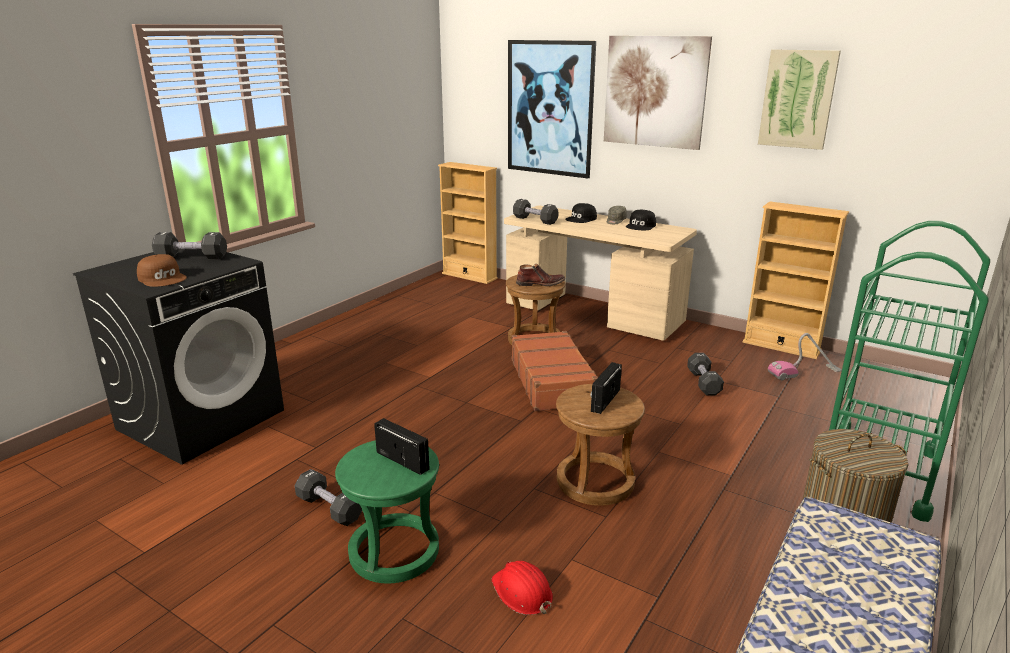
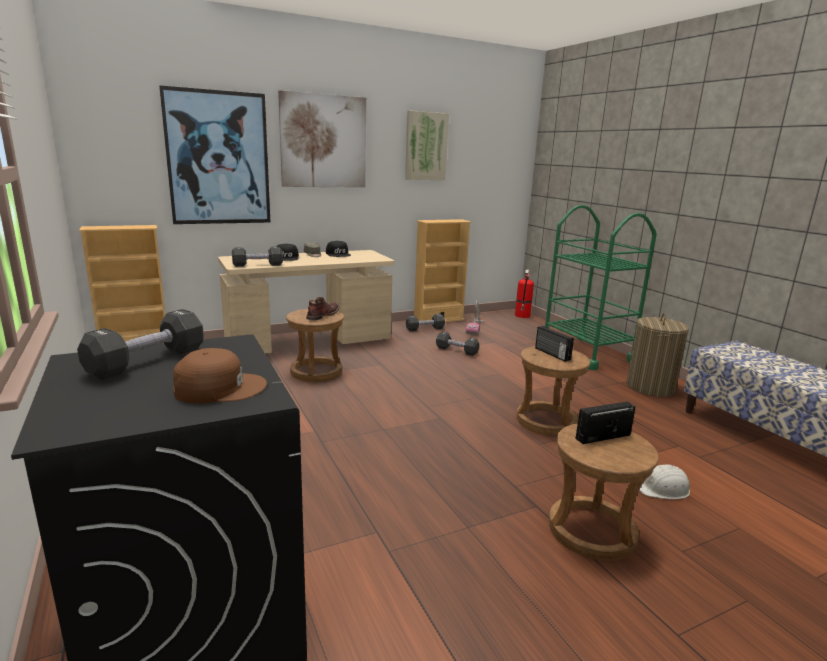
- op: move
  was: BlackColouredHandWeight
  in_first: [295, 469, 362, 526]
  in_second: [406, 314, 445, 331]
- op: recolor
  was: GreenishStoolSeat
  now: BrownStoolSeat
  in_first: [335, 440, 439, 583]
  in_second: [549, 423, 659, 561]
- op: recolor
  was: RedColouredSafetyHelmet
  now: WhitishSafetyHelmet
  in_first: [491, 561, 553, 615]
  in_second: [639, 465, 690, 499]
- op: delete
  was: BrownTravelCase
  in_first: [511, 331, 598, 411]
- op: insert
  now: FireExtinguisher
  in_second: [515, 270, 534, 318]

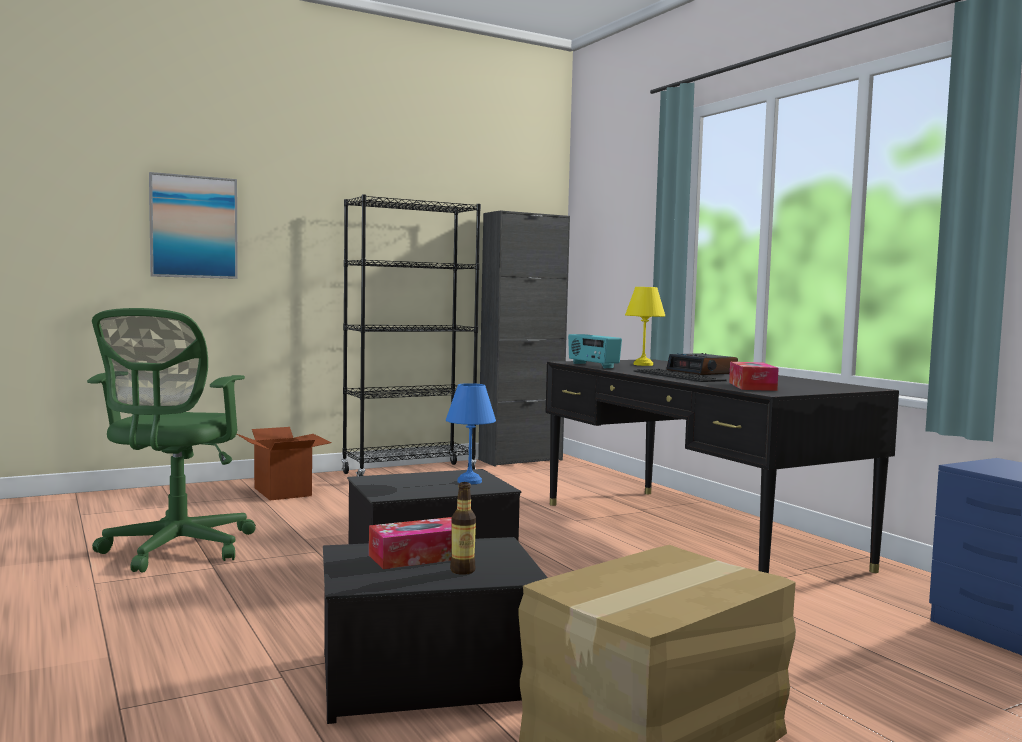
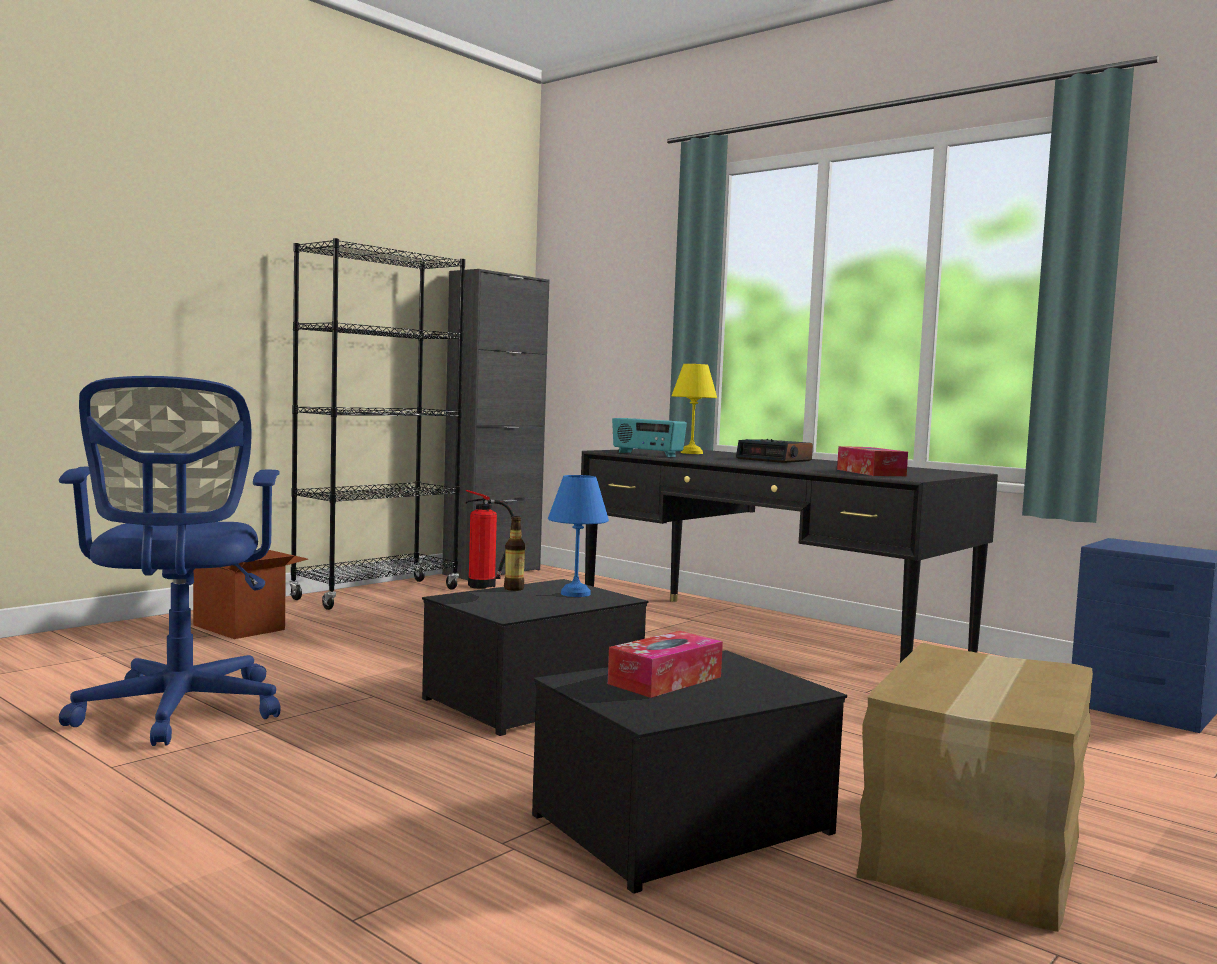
- op: recolor
  was: GreenishDeskChair
  now: BlueDeskChair
  in_first: [87, 308, 256, 573]
  in_second: [59, 376, 281, 746]
- op: delete
  was: WallPicture
  in_first: [149, 172, 238, 279]
- op: move
  was: BeverageBottle
  in_first: [450, 482, 476, 575]
  in_second: [504, 516, 525, 591]
- op: delete
  was: PcKeyboard
  in_first: [634, 369, 726, 382]
- op: insert
  now: FireExtinguisher
  in_second: [465, 490, 514, 589]

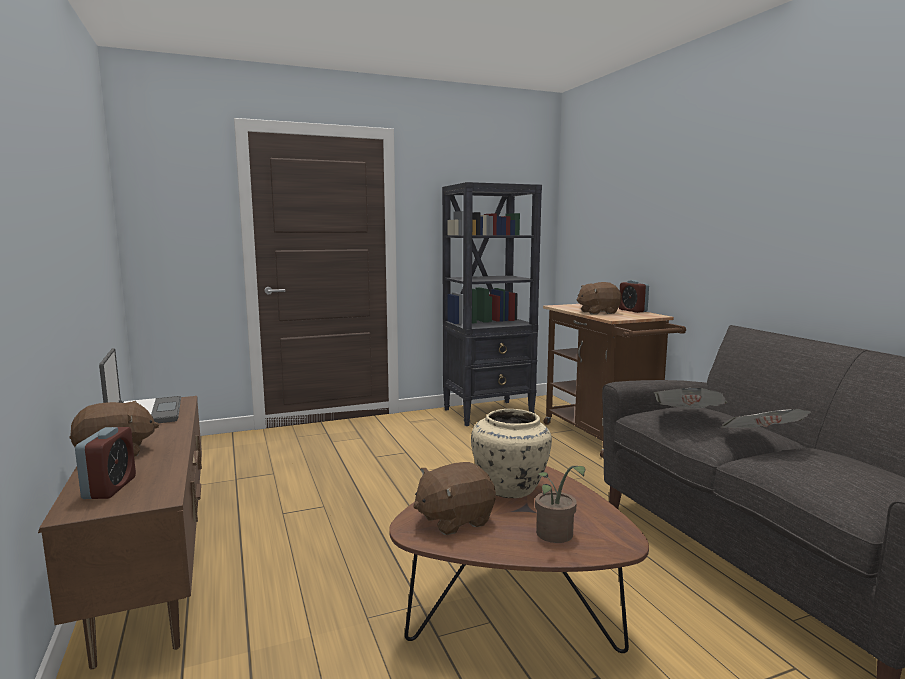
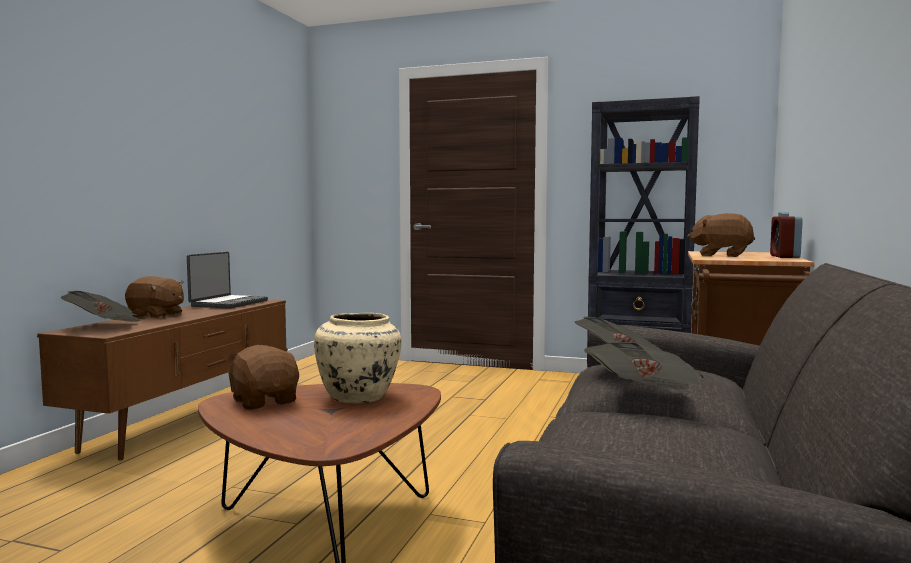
- op: replace
  was: TableClock
  now: DailyPaper
  in_first: [75, 427, 136, 499]
  in_second: [61, 291, 142, 322]
- op: rotate
  was: BrownSoftToy
  in_first: [413, 462, 496, 535]
  in_second: [224, 345, 299, 410]
  clockwise: 45
- op: delete
  was: PottedPlant
  in_first: [535, 466, 585, 543]

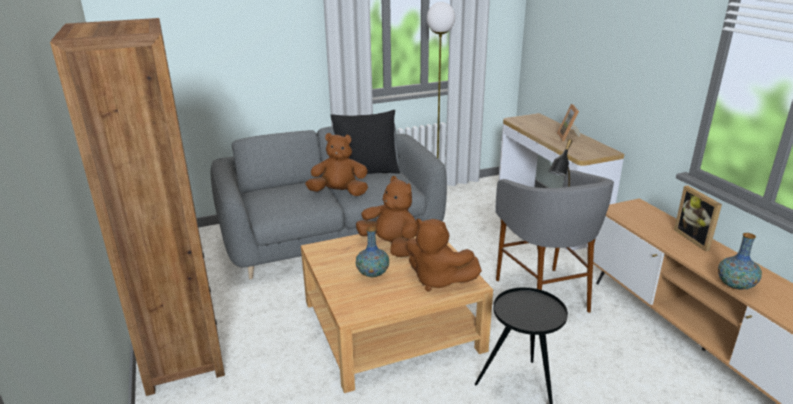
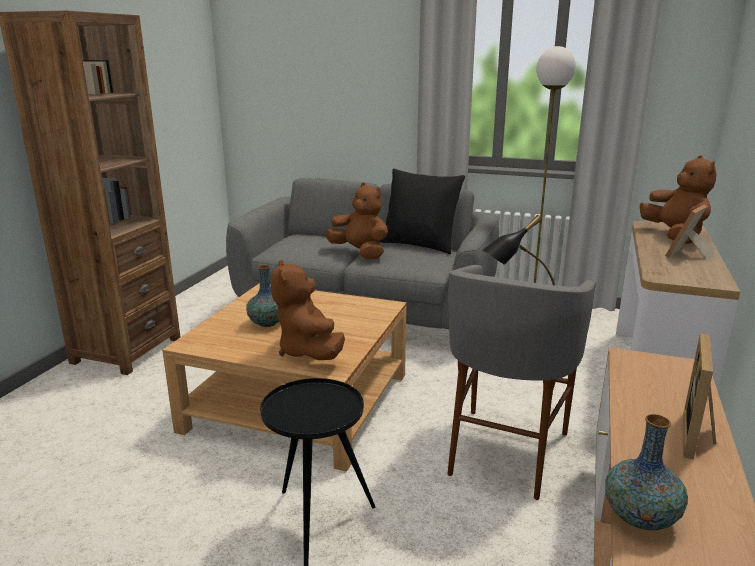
- op: move
  was: BrownSoftToy
  in_first: [356, 176, 418, 257]
  in_second: [640, 156, 716, 244]

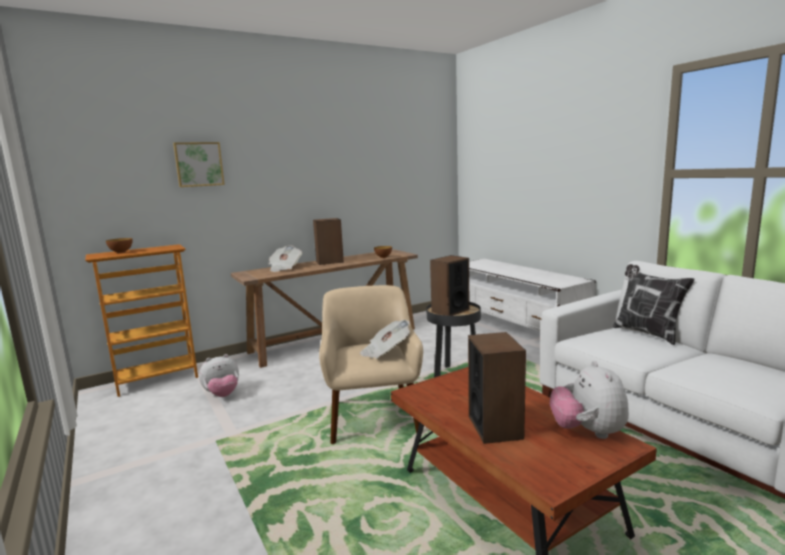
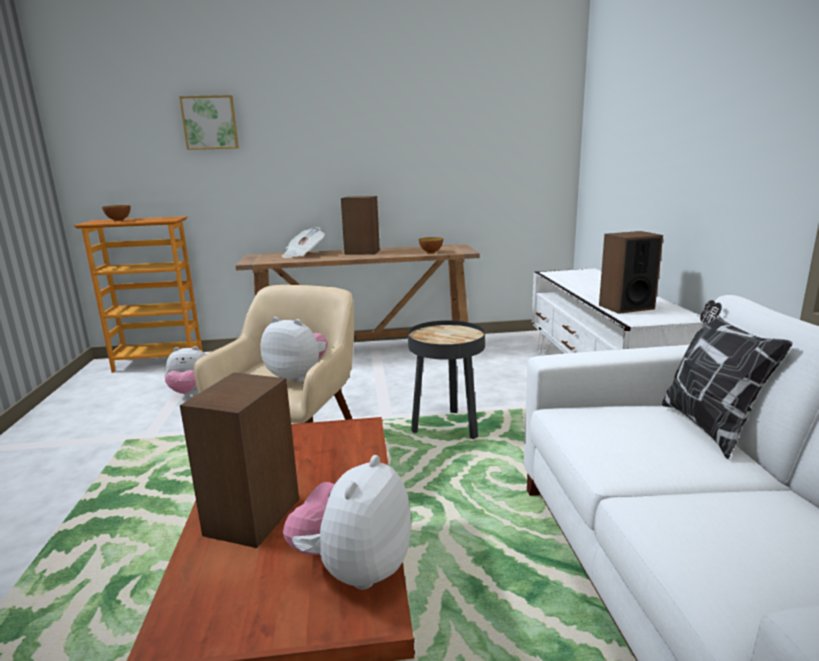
- op: replace
  was: DailyPaper
  now: SoftToy
  in_first: [360, 320, 410, 359]
  in_second: [260, 317, 328, 383]
- op: move
  was: Speaker
  in_first: [430, 255, 470, 316]
  in_second: [599, 231, 663, 314]

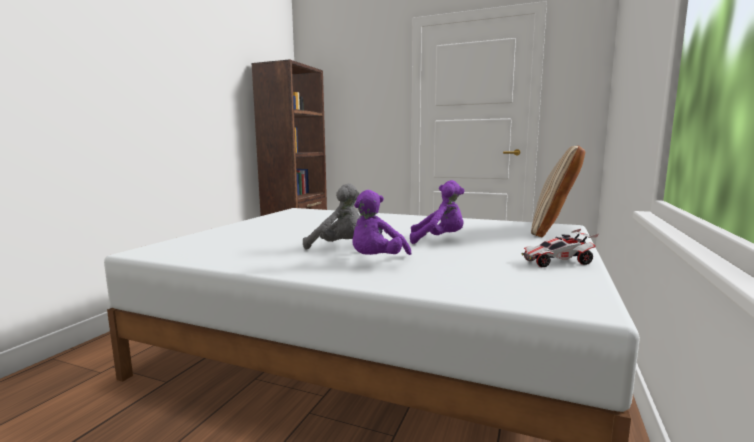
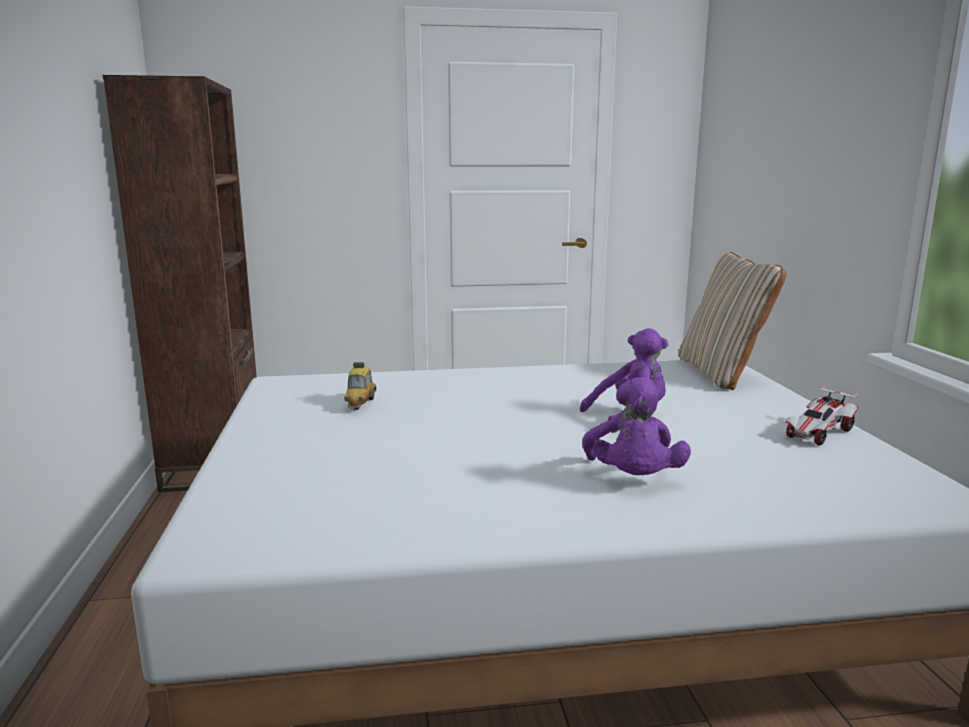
- op: delete
  was: GraySoftToy
  in_first: [303, 183, 360, 250]
- op: insert
  now: MiniatureCar
  in_second: [344, 362, 376, 410]

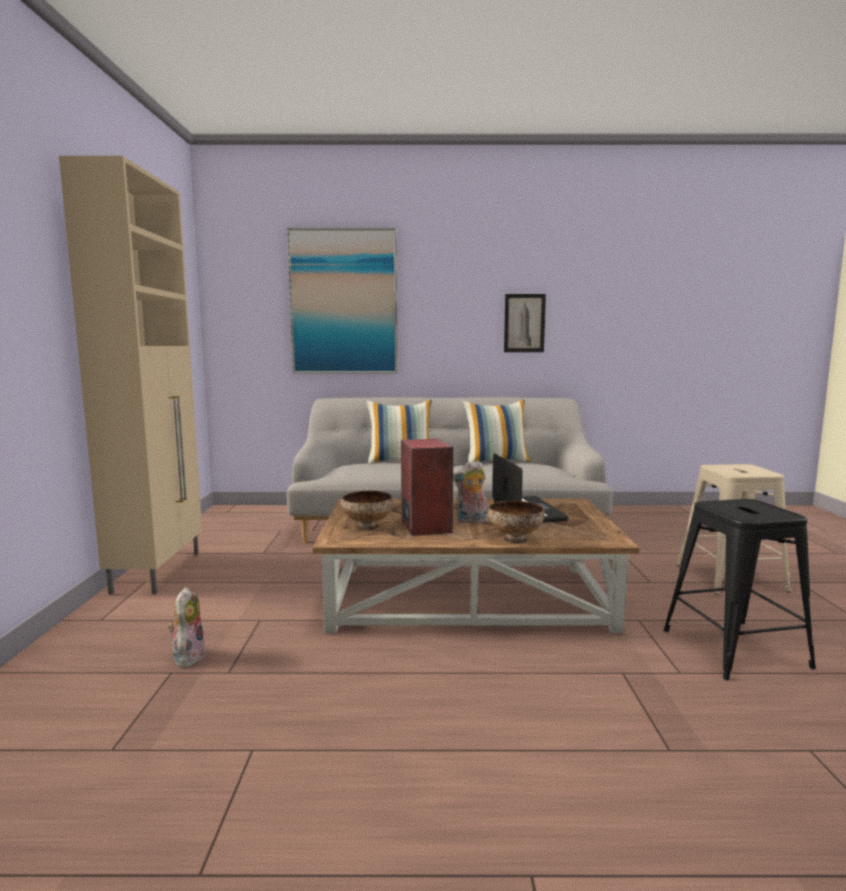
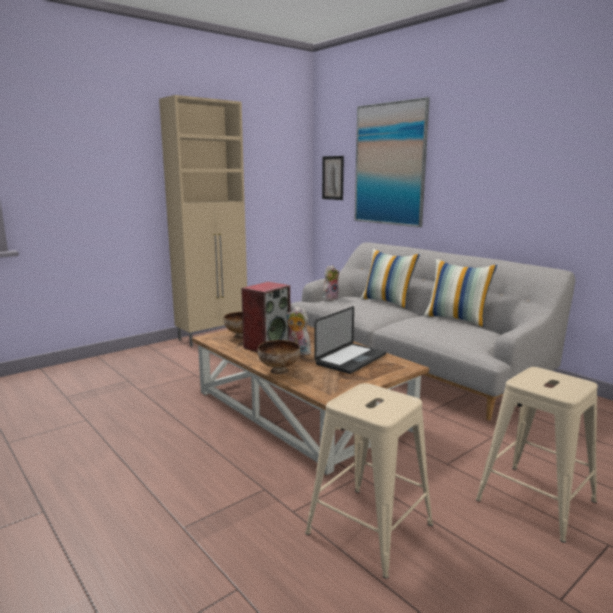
- op: move
  was: SoftToy
  in_first: [168, 587, 206, 668]
  in_second: [323, 265, 339, 301]
- op: move
  was: WallPicture
  in_first: [504, 294, 546, 352]
  in_second: [322, 156, 344, 200]
- op: recolor
  was: BlackColouredStoolSeat
  now: SandColouredStoolSeat
  in_first: [664, 499, 816, 680]
  in_second: [305, 383, 433, 578]

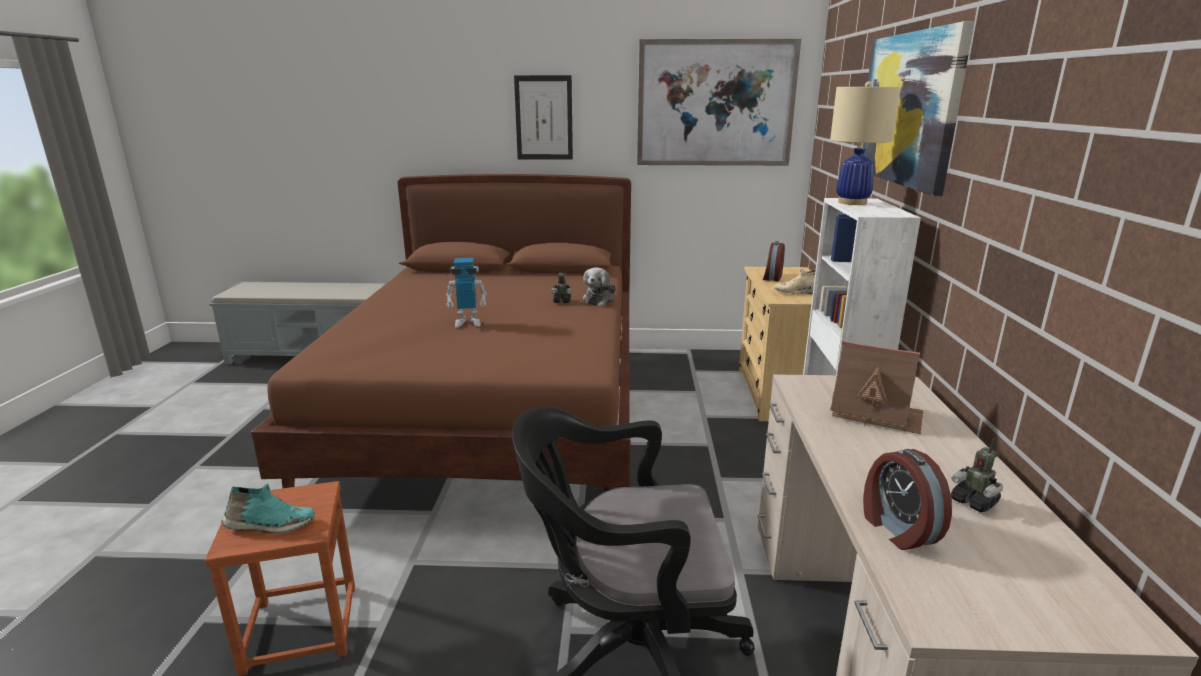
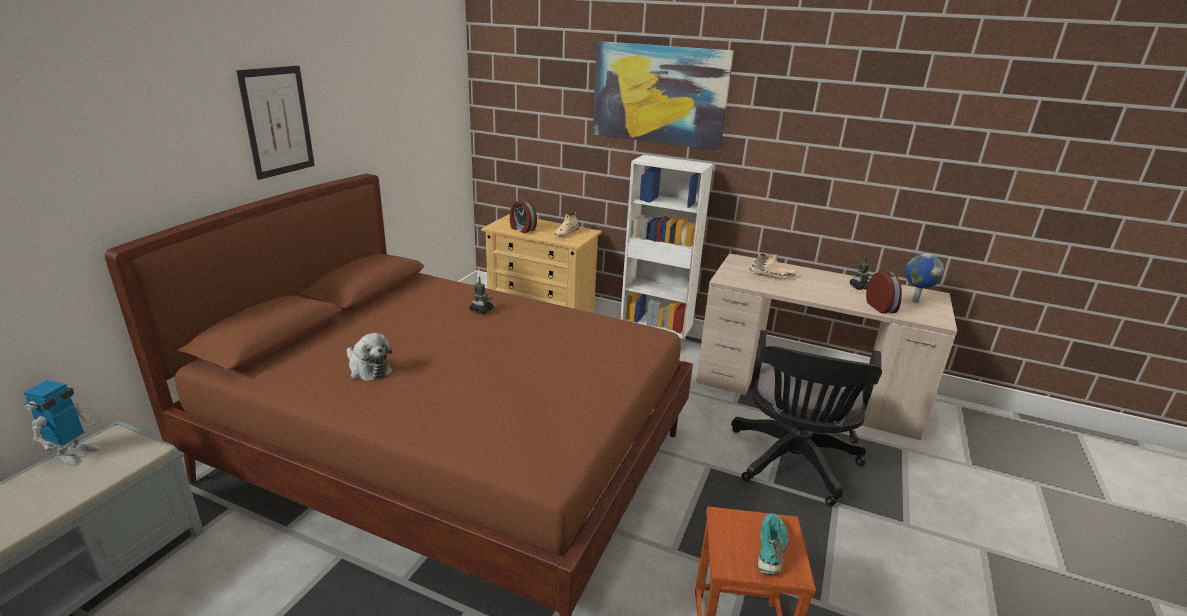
- op: move
  was: ToyRobot
  in_first: [446, 258, 487, 327]
  in_second: [23, 380, 101, 467]
- op: move
  was: SoftToy
  in_first: [583, 267, 616, 306]
  in_second: [347, 333, 392, 381]
- op: delete
  was: WallPicture
  in_first: [637, 39, 801, 166]
- op: delete
  was: SandColouredTabletopLamp
  in_first: [830, 81, 901, 205]
- op: replace
  was: ToyHouse
  now: SandColouredShoe
  in_first: [830, 340, 923, 434]
  in_second: [749, 253, 796, 279]
- op: rotate
  was: TableClock
  in_first: [863, 449, 952, 550]
  in_second: [866, 271, 902, 314]
  clockwise: -105
- op: insert
  now: Globe
  in_second: [905, 253, 944, 303]

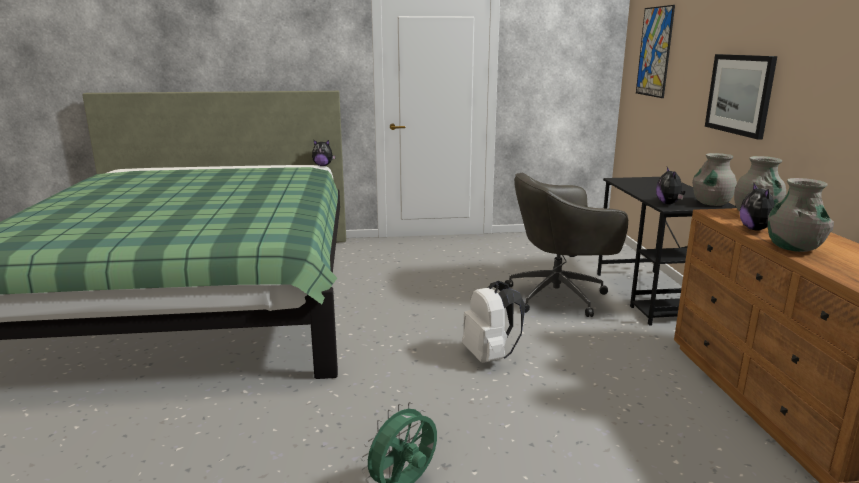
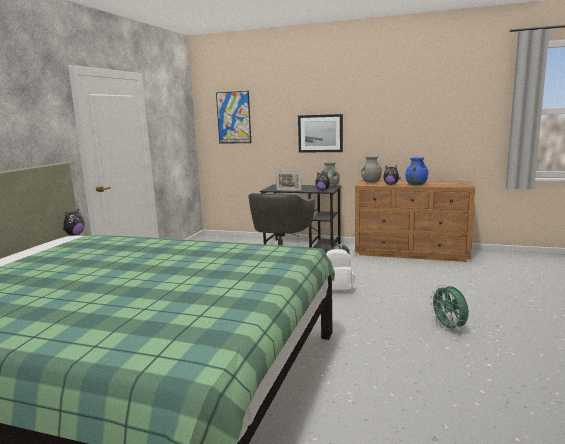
- op: recolor
  was: GrayVase
  now: BlueVase
  in_first: [768, 178, 834, 252]
  in_second: [405, 157, 428, 186]
- op: insert
  now: PictureFrame
  in_second: [276, 171, 302, 191]

